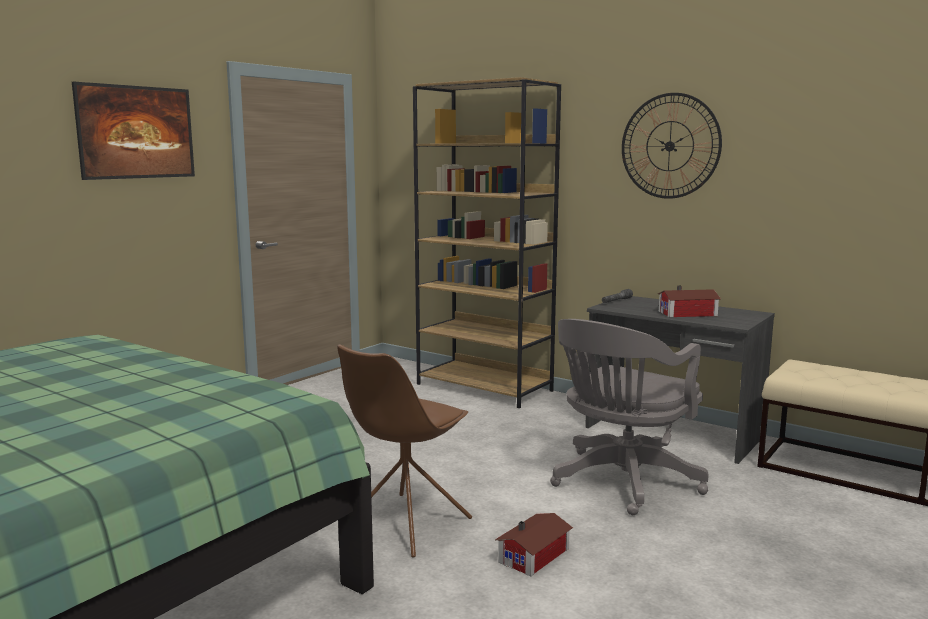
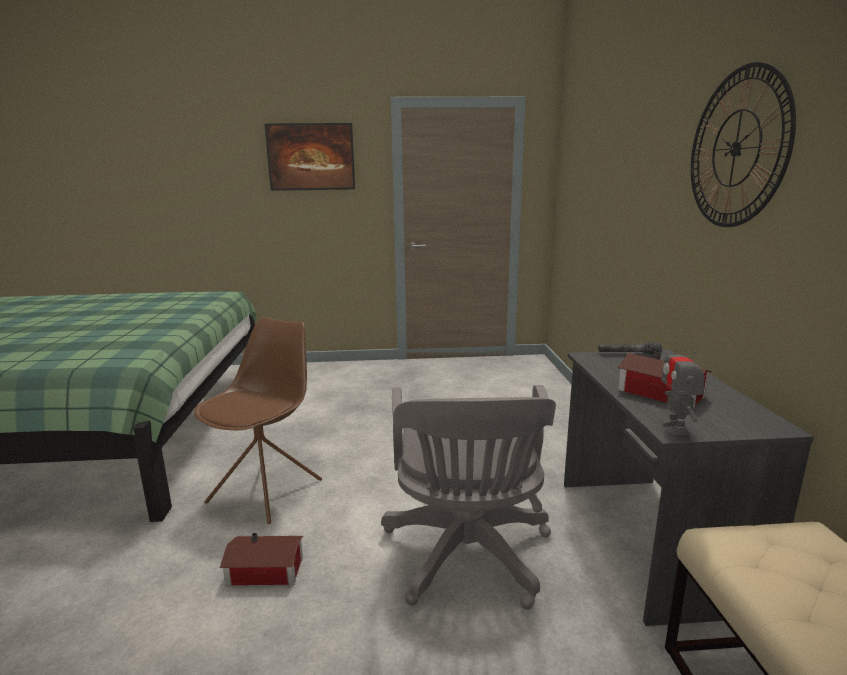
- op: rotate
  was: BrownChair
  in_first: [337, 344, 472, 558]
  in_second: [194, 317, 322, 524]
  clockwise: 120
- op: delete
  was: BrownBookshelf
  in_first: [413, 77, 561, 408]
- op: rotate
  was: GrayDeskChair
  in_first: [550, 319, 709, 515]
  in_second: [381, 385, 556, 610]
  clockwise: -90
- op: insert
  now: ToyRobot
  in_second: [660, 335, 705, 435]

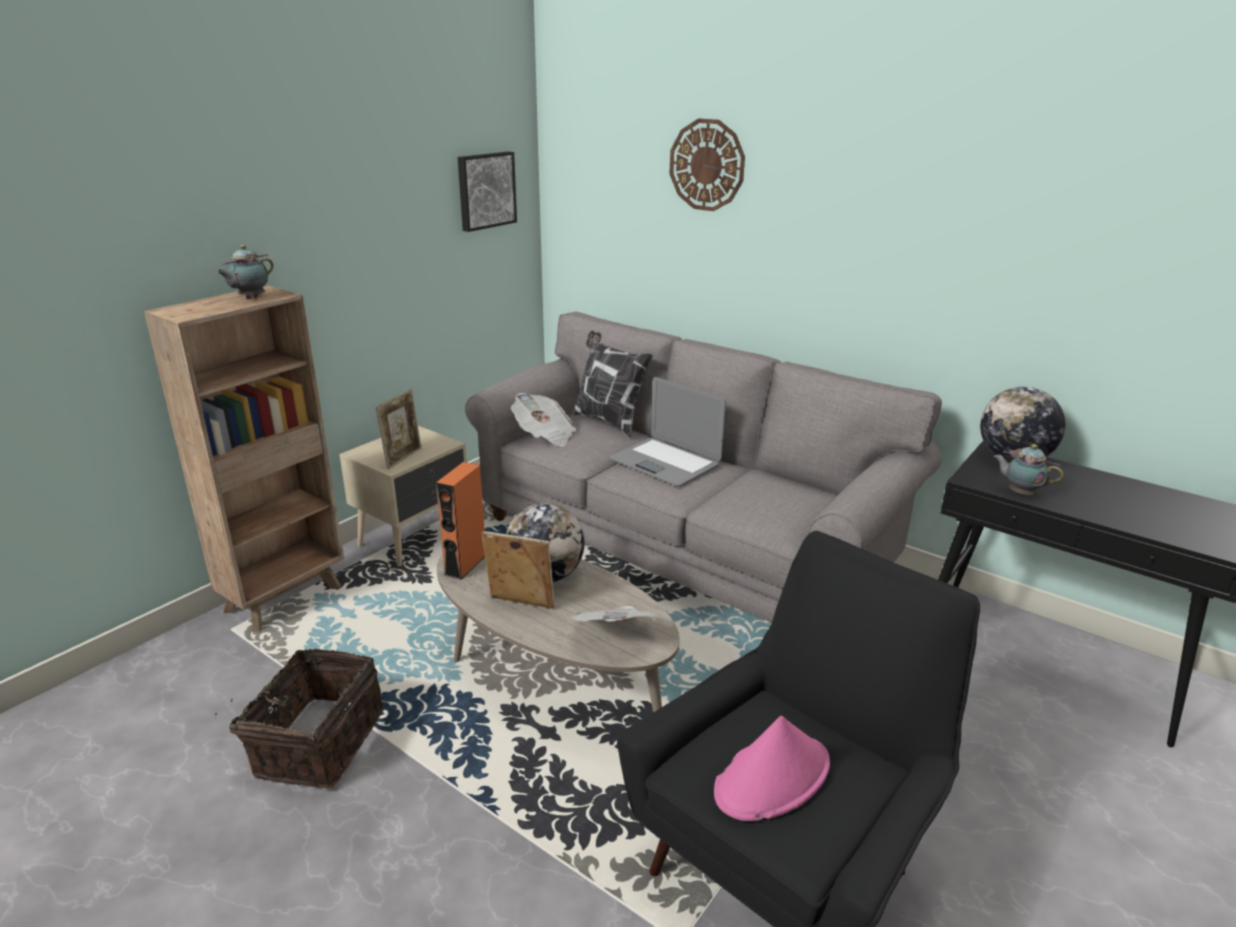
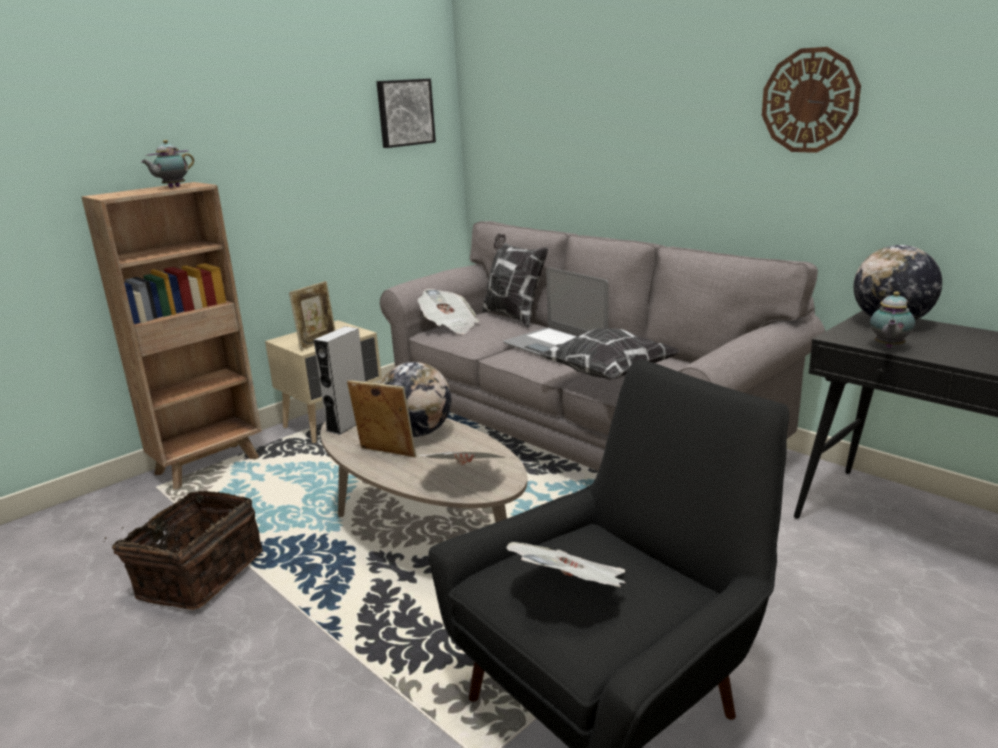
- op: recolor
  was: OrangeSpeaker
  now: GraySpeaker
  in_first: [436, 462, 485, 580]
  in_second: [314, 326, 365, 435]
- op: move
  was: HangingClock
  in_first: [670, 119, 745, 211]
  in_second: [762, 47, 861, 153]
- op: replace
  was: PinkColouredHat
  now: DailyPaper
  in_first: [714, 716, 830, 821]
  in_second: [507, 542, 626, 587]
- op: rotate
  was: Teapot
  in_first: [994, 444, 1063, 496]
  in_second: [870, 292, 915, 348]
  clockwise: -105
- op: insert
  now: Pillow
  in_second: [539, 327, 680, 380]

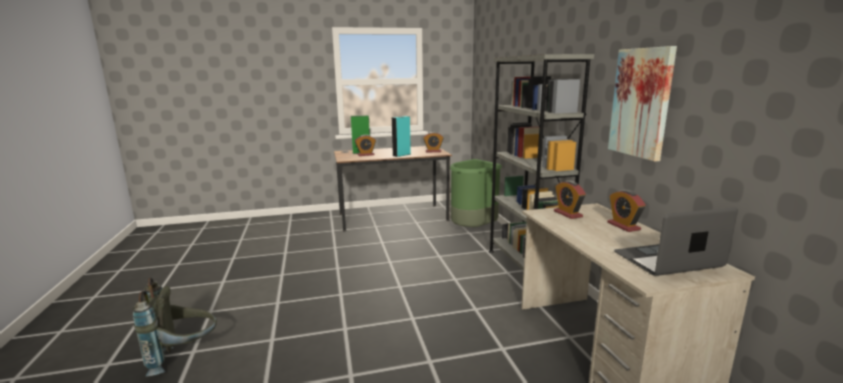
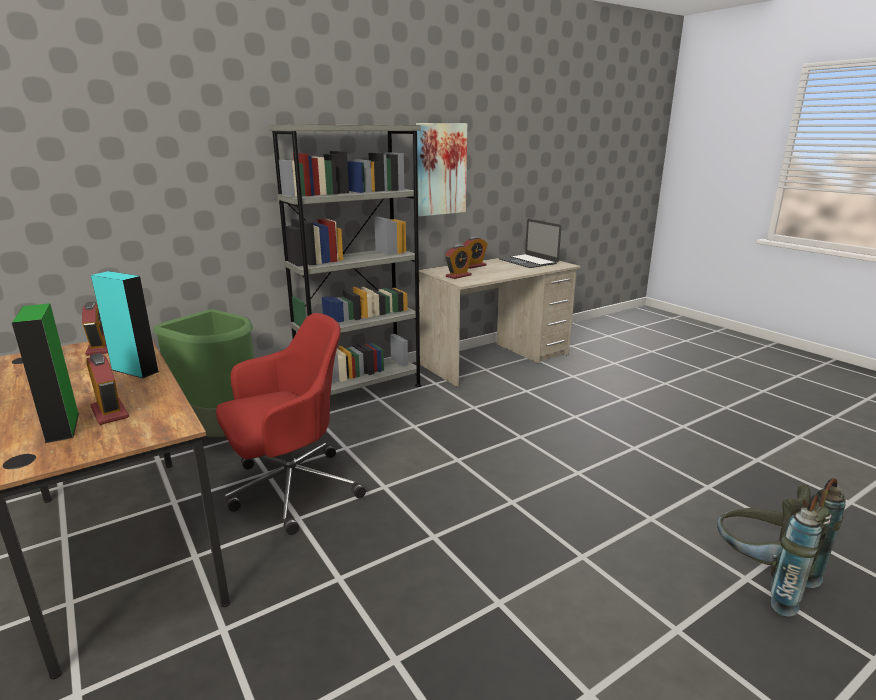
- op: insert
  now: RedColouredDeskChair
  in_second: [216, 313, 366, 535]

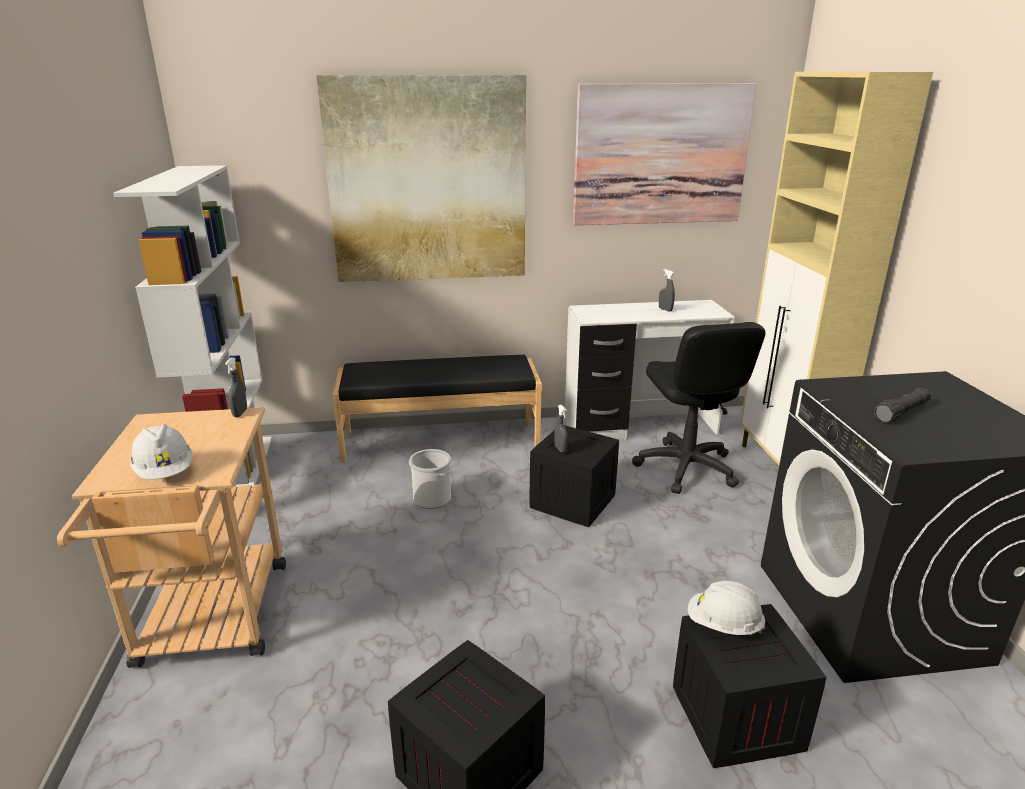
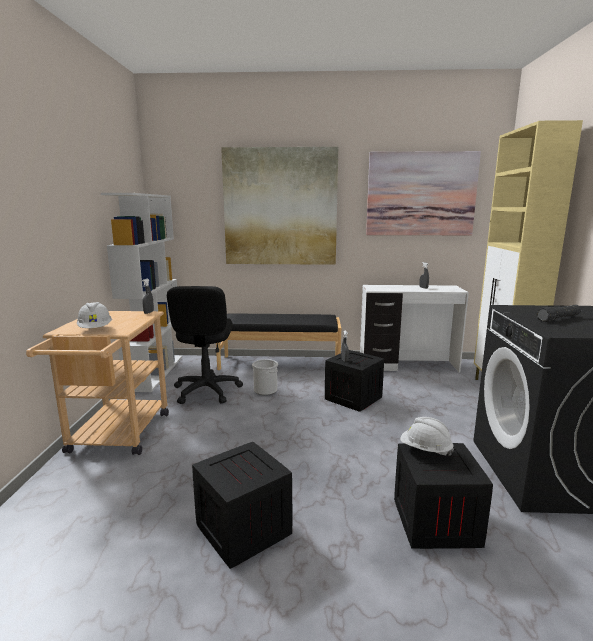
- op: move
  was: BlackColouredDeskChair
  in_first: [632, 322, 766, 494]
  in_second: [167, 286, 243, 404]

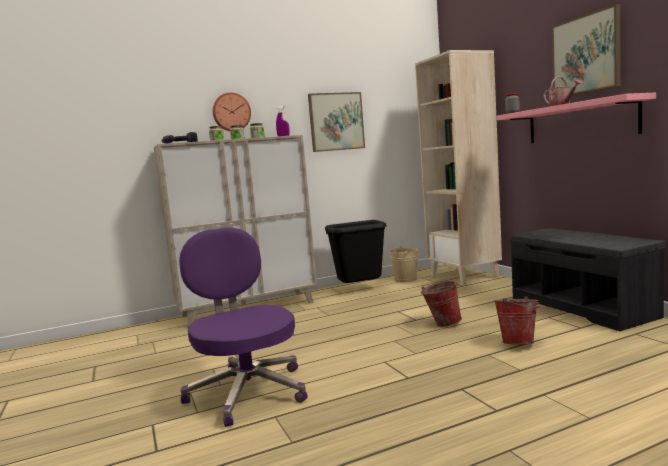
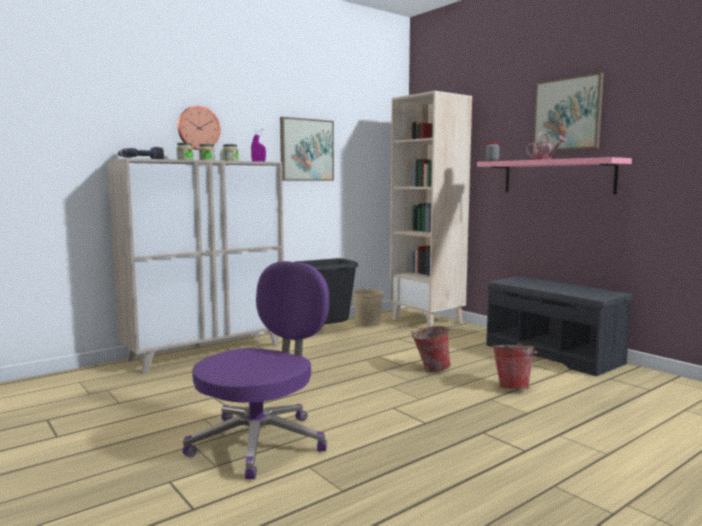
- op: rotate
  was: PurpleColouredDeskChair
  in_first: [179, 228, 308, 427]
  in_second: [183, 261, 329, 479]
  clockwise: 75

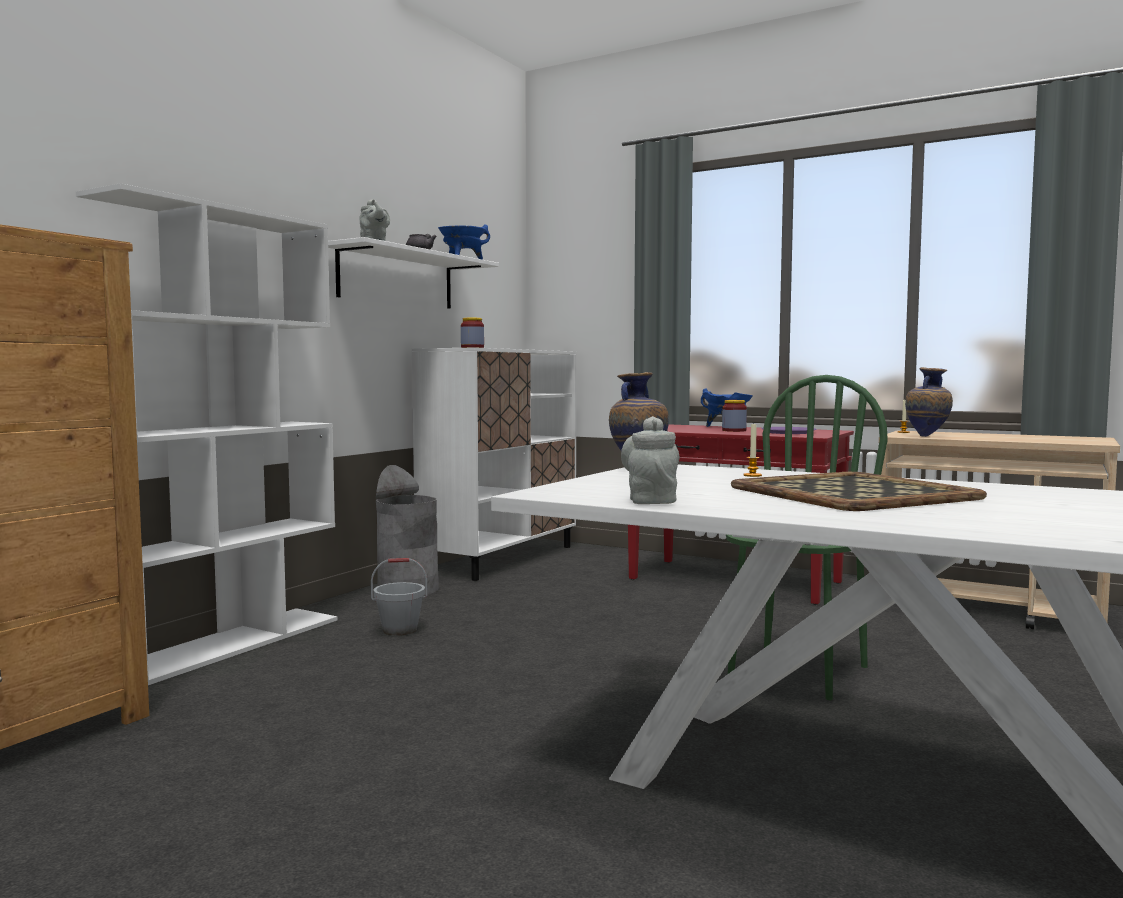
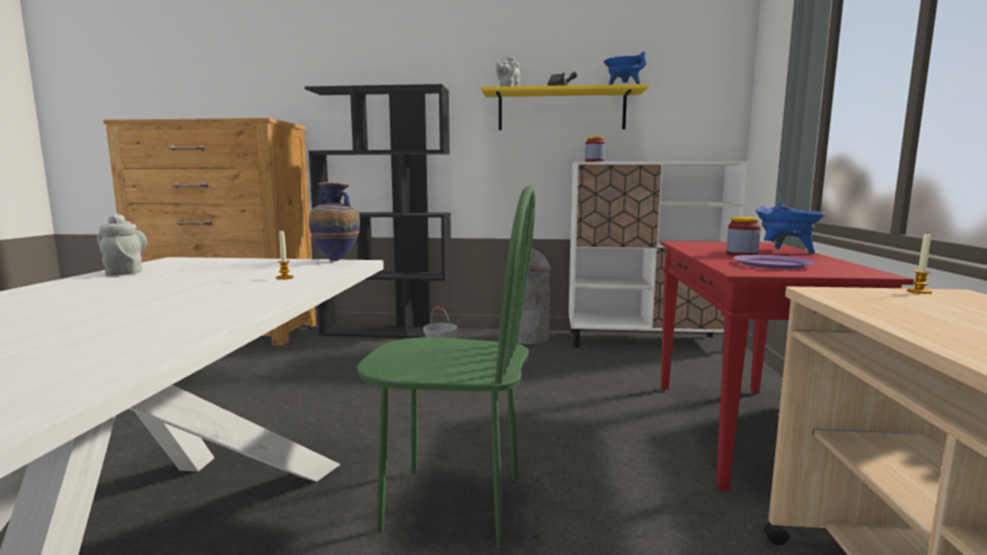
- op: recolor
  was: WhitishBookshelf
  now: BlackColouredBookshelf
  in_first: [76, 183, 338, 685]
  in_second: [304, 84, 452, 338]
- op: recolor
  was: WhitishBracketShelf
  now: YellowishBracketShelf
  in_first: [328, 237, 499, 309]
  in_second: [481, 84, 648, 130]
- op: rotate
  was: GrayTeapot
  in_first: [621, 416, 680, 504]
  in_second: [97, 213, 147, 276]
  clockwise: -90
- op: delete
  was: ServingTray
  in_first: [731, 472, 987, 511]
- op: delete
  was: Vase
  in_first: [905, 367, 953, 437]

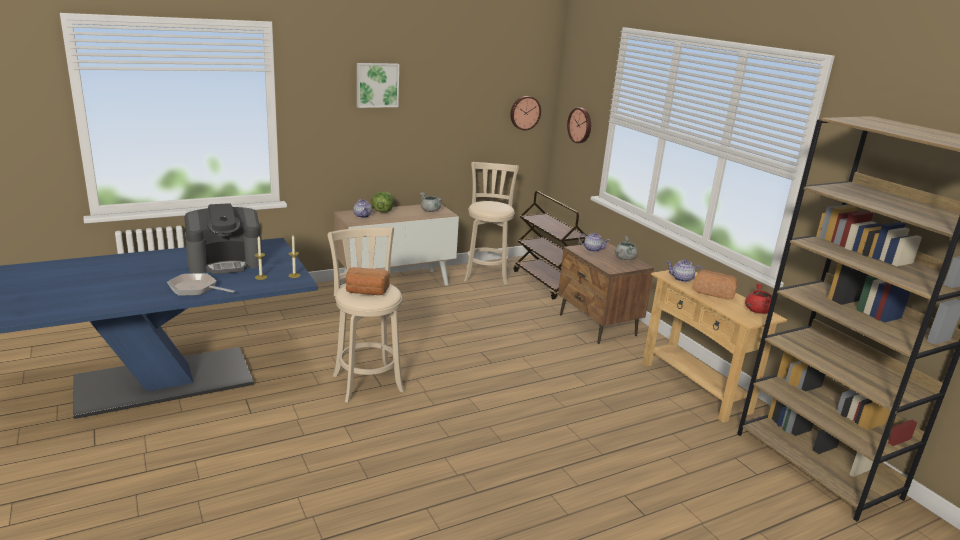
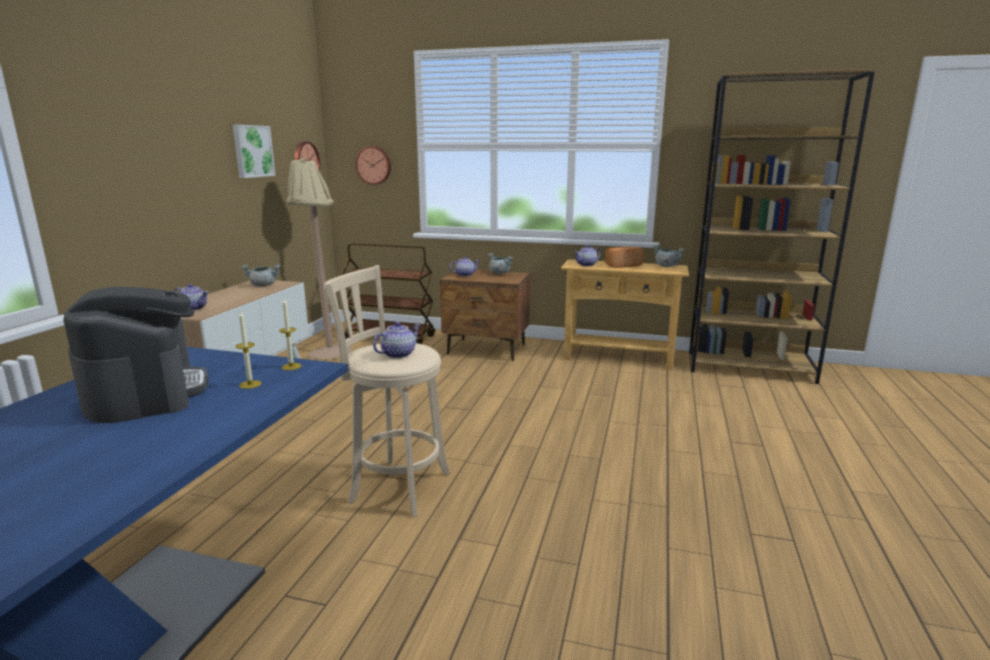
- op: delete
  was: Pan
  in_first: [167, 273, 235, 296]
- op: rotate
  was: CoffeeBrewer
  in_first: [184, 203, 263, 274]
  in_second: [63, 287, 208, 423]
  clockwise: -45
- op: replace
  was: BakedBread
  now: Teapot
  in_first: [345, 267, 390, 295]
  in_second: [373, 322, 421, 358]
- op: move
  was: WallPicture
  in_first: [357, 63, 399, 108]
  in_second: [233, 125, 275, 178]
- op: delete
  was: LettuceHead
  in_first: [371, 192, 394, 213]
- op: replace
  was: SandColouredStoolSeat
  now: SandColouredFloorLamp
  in_first: [464, 162, 519, 285]
  in_second: [285, 158, 352, 359]
- op: recolor
  was: RedColouredCookingPot
  now: GrayCookingPot
  in_first: [745, 283, 772, 314]
  in_second: [653, 245, 685, 267]

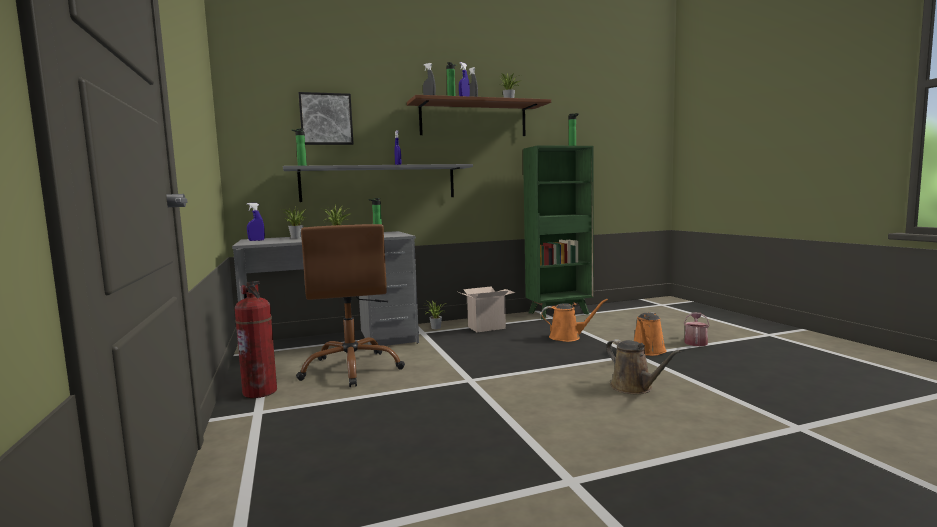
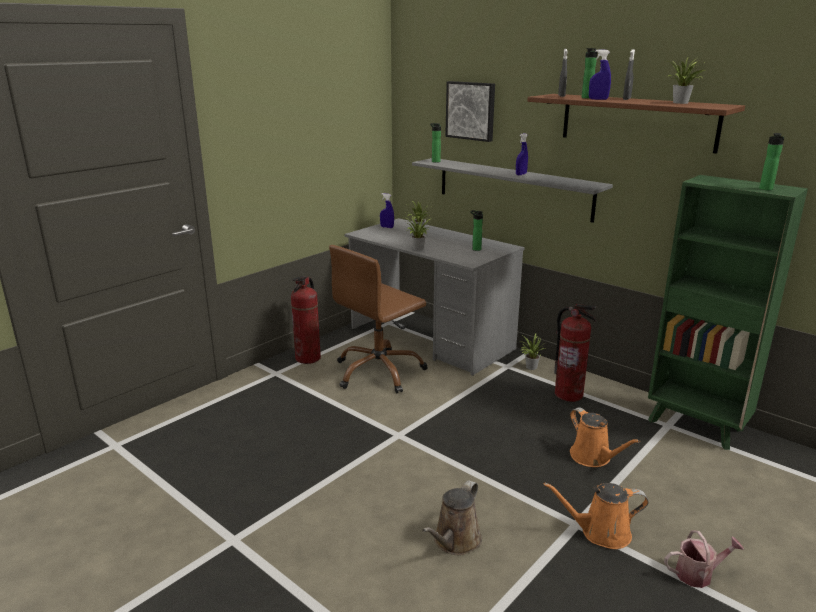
- op: replace
  was: PackingBox
  now: FireExtinguisher
  in_first: [459, 287, 515, 332]
  in_second: [554, 304, 597, 402]

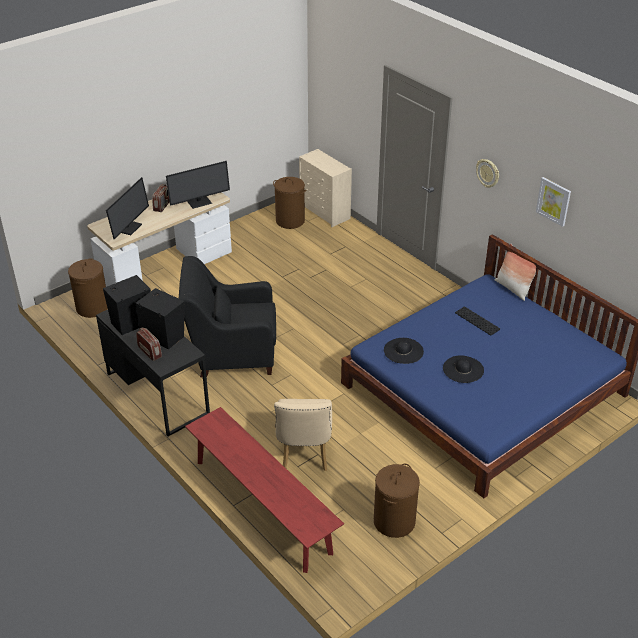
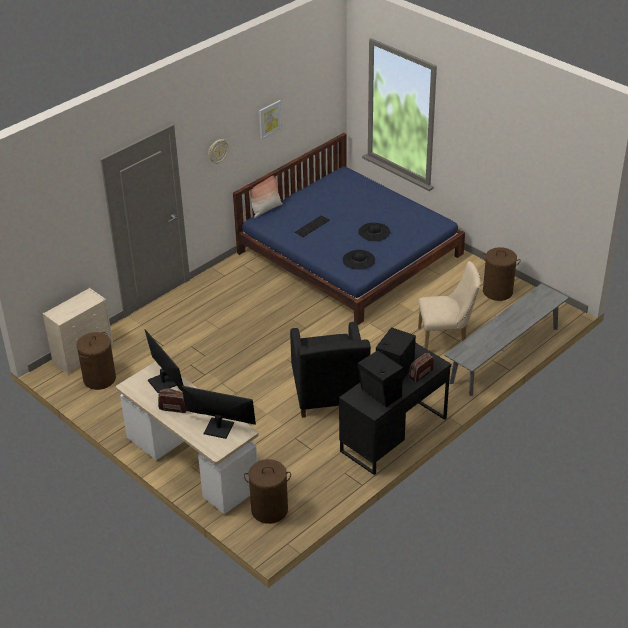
- op: recolor
  was: RedColouredBench
  now: GrayBench
  in_first: [185, 407, 344, 573]
  in_second: [444, 283, 569, 396]

